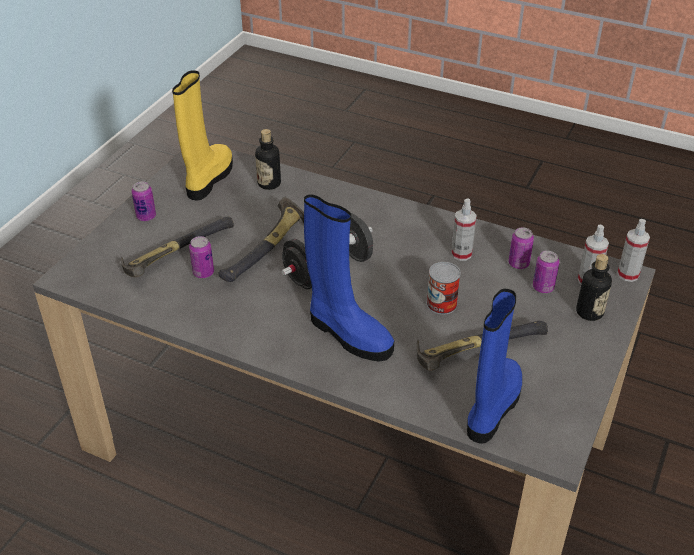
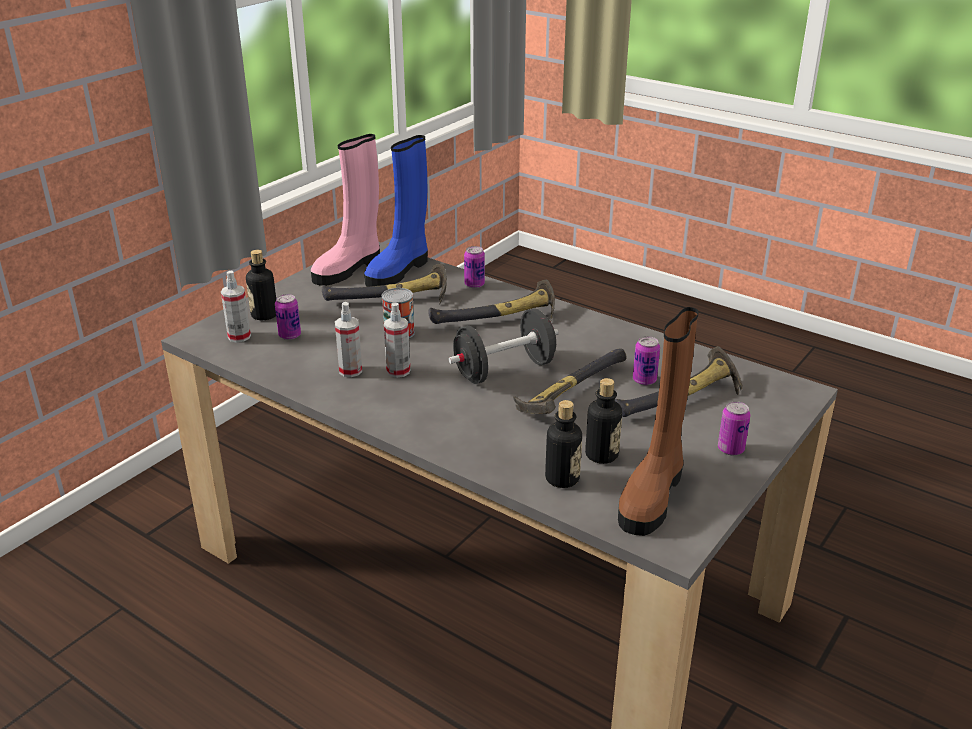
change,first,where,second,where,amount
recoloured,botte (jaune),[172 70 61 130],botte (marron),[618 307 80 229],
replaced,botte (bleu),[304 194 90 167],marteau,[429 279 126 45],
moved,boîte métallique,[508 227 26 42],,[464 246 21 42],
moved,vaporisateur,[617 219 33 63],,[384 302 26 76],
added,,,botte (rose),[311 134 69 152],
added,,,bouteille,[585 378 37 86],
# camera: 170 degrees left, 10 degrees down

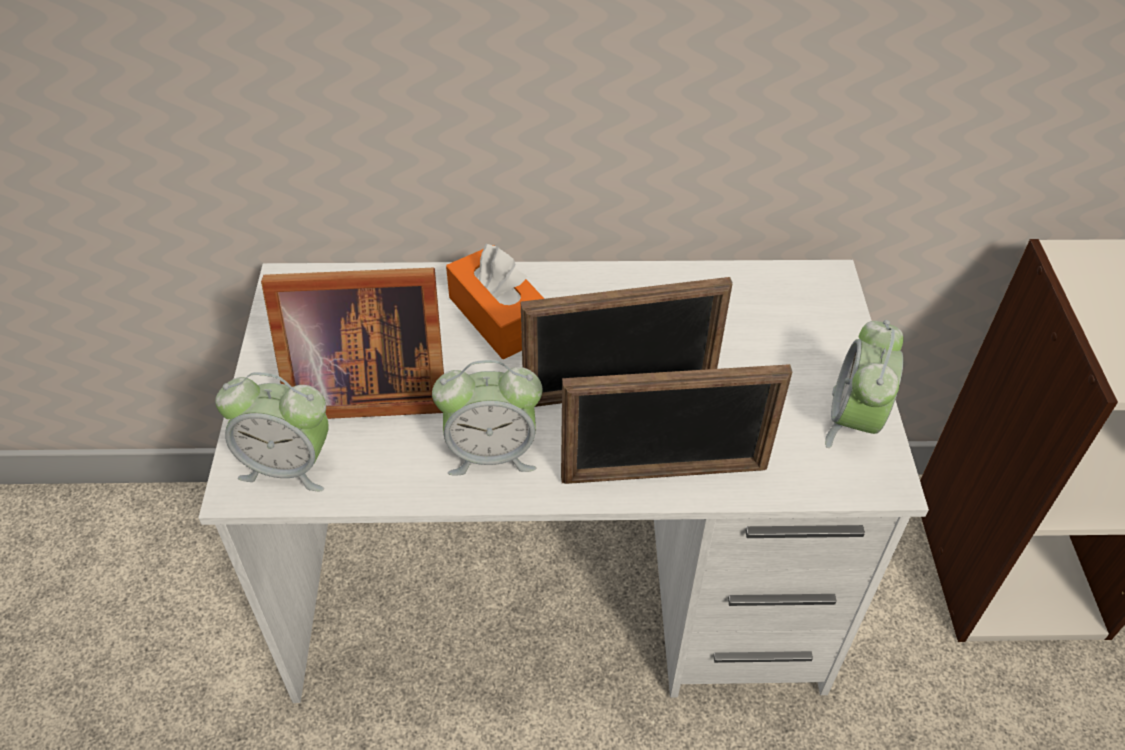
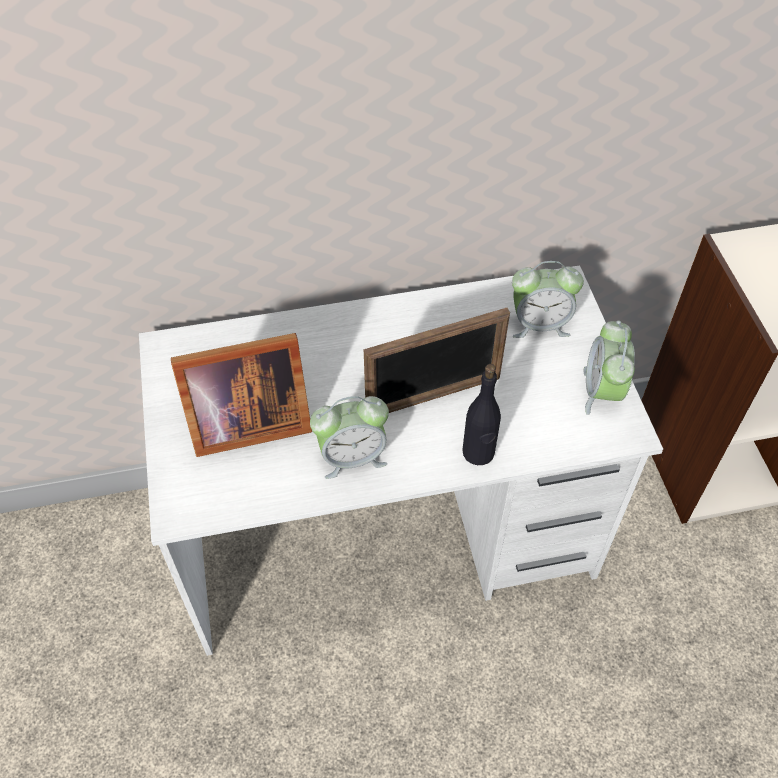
change,first,where,second,where,amount
moved,réveil,[215 372 114 119],,[512 261 72 77],
removed,boîte à mouchoirs (orange),[446 242 98 117],,,
replaced,cadre photo,[561 364 232 120],bouteille (noir),[462 364 39 101],
# camera: 10 degrees left, 5 degrees up

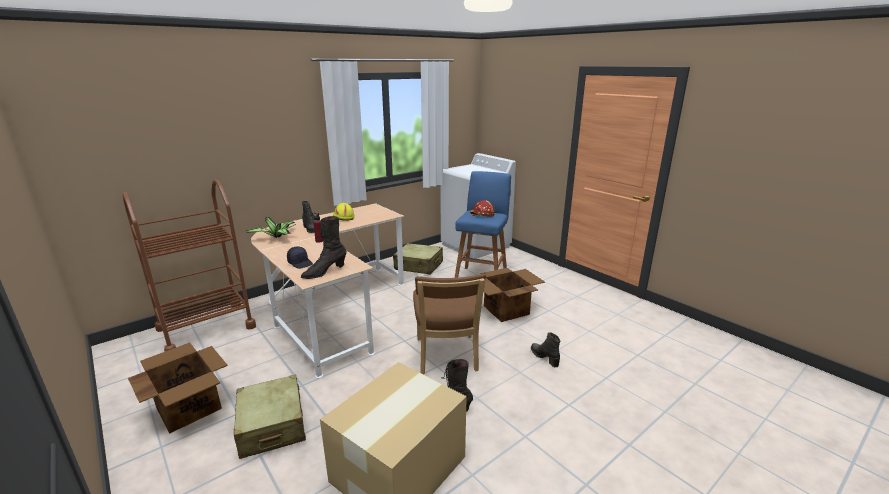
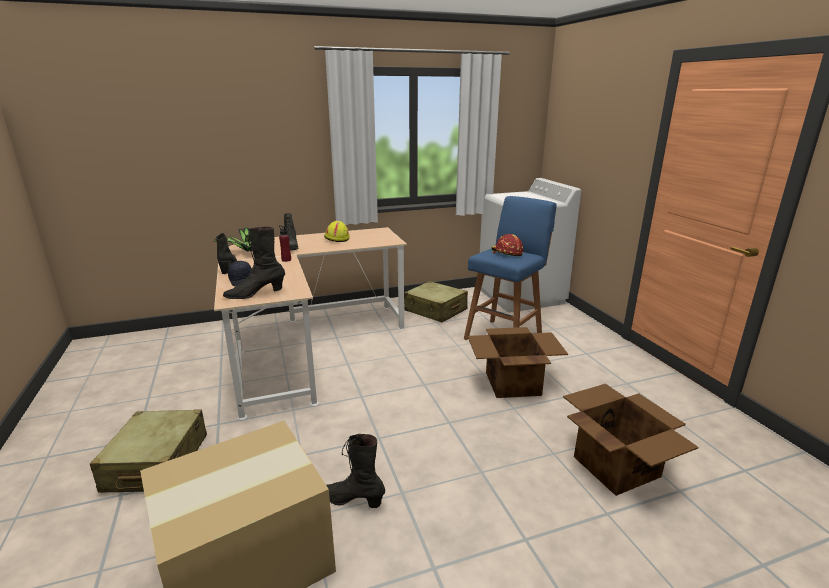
change,first,where,second,where,amount
removed,chariot (marron),[122 180 134 172],,,
moved,carton,[128 343 100 91],,[563 384 136 112],
removed,chaise (marron),[413 274 73 101],,,
moved,botte (noir),[531 332 29 35],,[216 233 21 41],
# camera: 20 degrees right, 0 degrees up

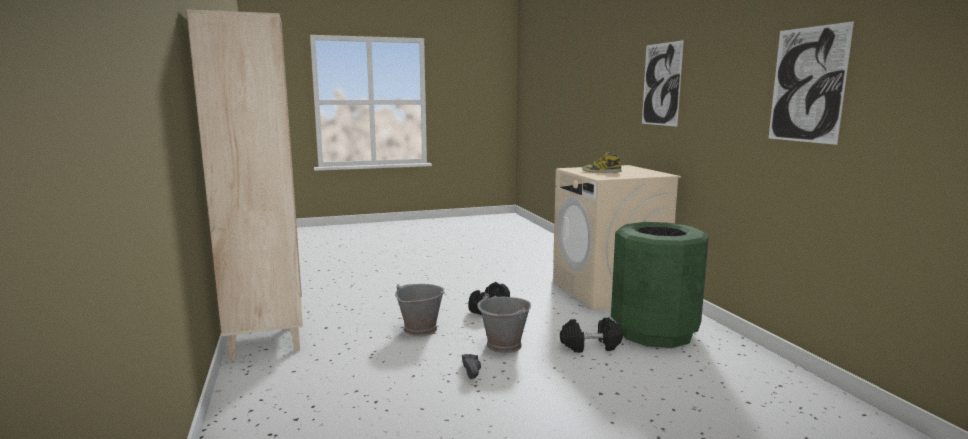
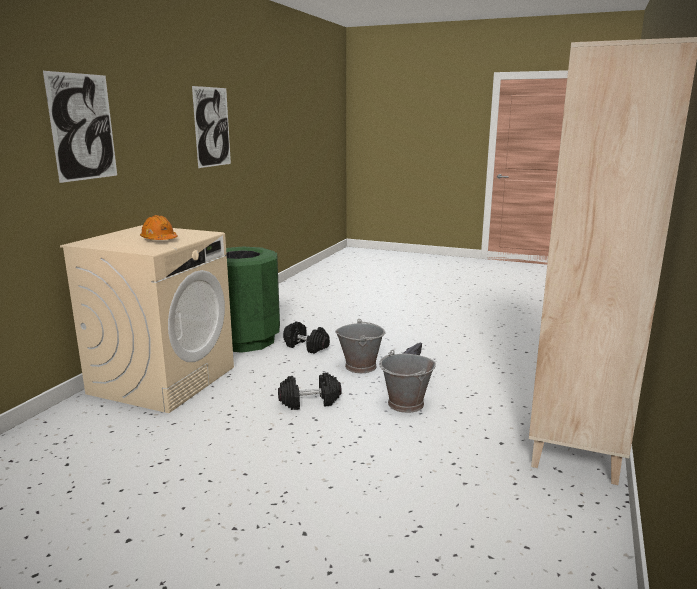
change,first,where,second,where,amount
replaced,botte,[582 152 39 21],casque de chantier (orange),[140 215 38 25],
# camera: 140 degrees left, 5 degrees up

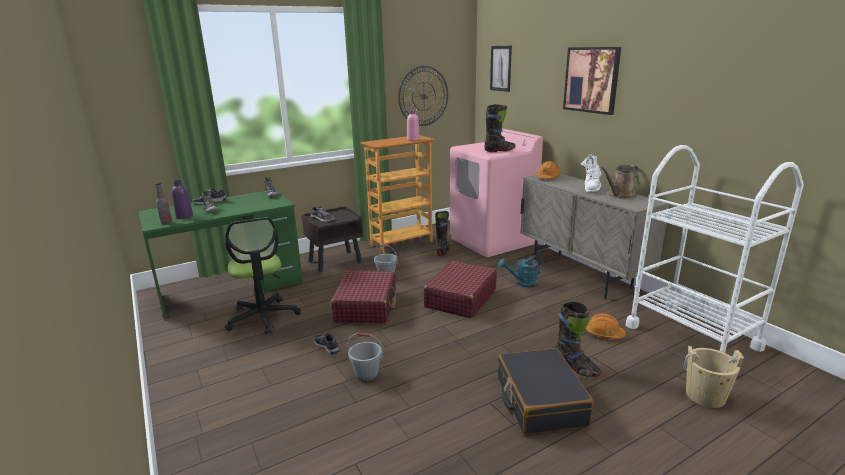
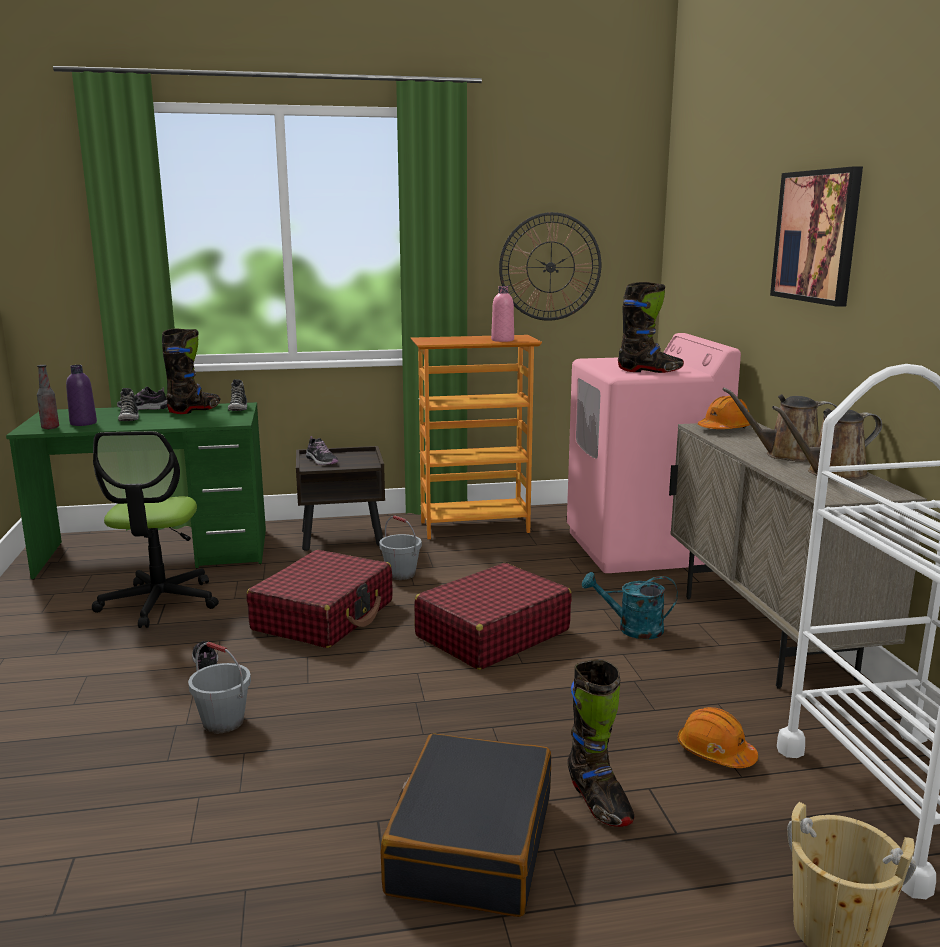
change,first,where,second,where,amount
moved,botte (noir),[435 211 15 45],,[162 328 58 86],
removed,tableau,[490 46 22 46],,,
replaced,botte (blanc),[581 154 20 39],arrosoir (marron),[722 388 115 74],
# camera: 20 degrees right, 5 degrees down

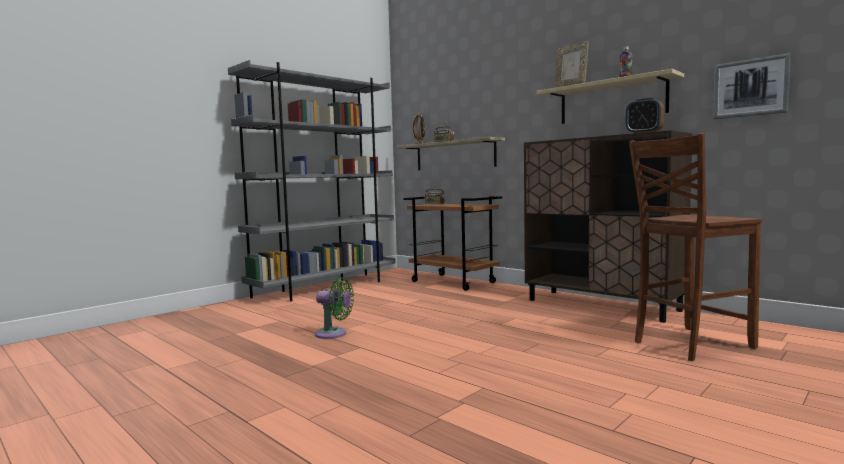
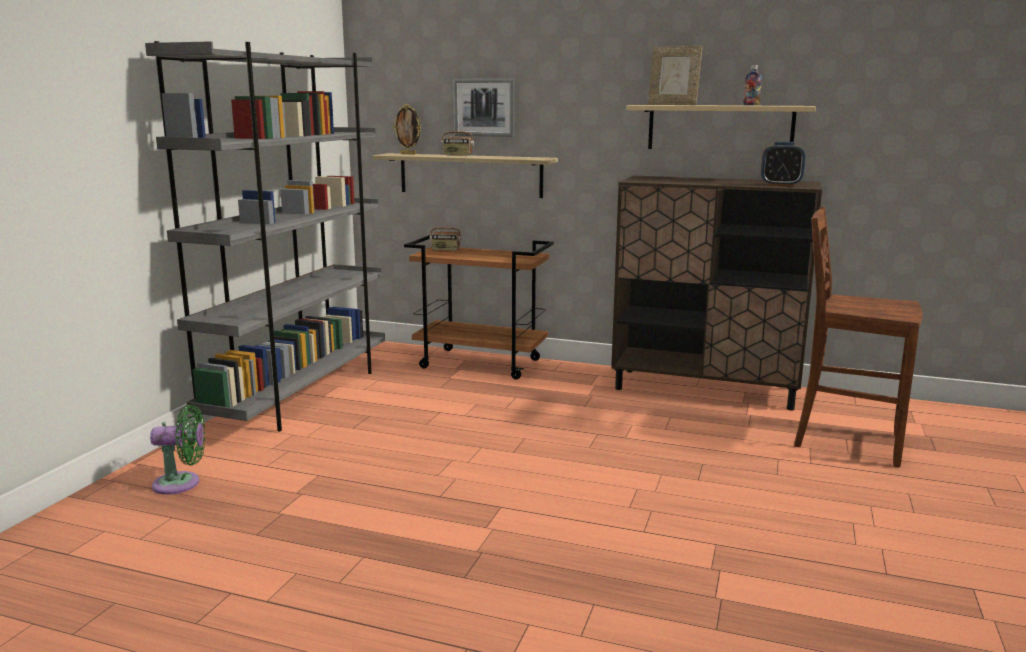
change,first,where,second,where,amount
moved,ventilateur (vert),[315 277 39 62],,[150 405 55 90],
turned,chaise (marron),[629 133 133 228],,[794 207 129 260],75 degrees clockwise
moved,tableau,[713 53 78 66],,[453 79 62 58],
# camera: 25 degrees left, 10 degrees up

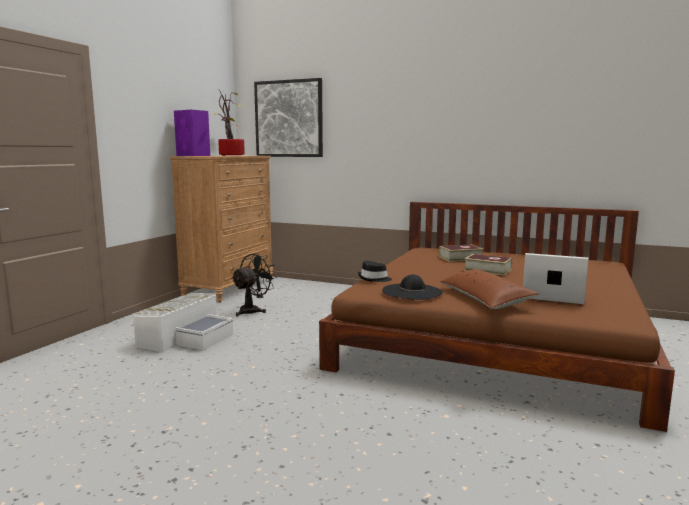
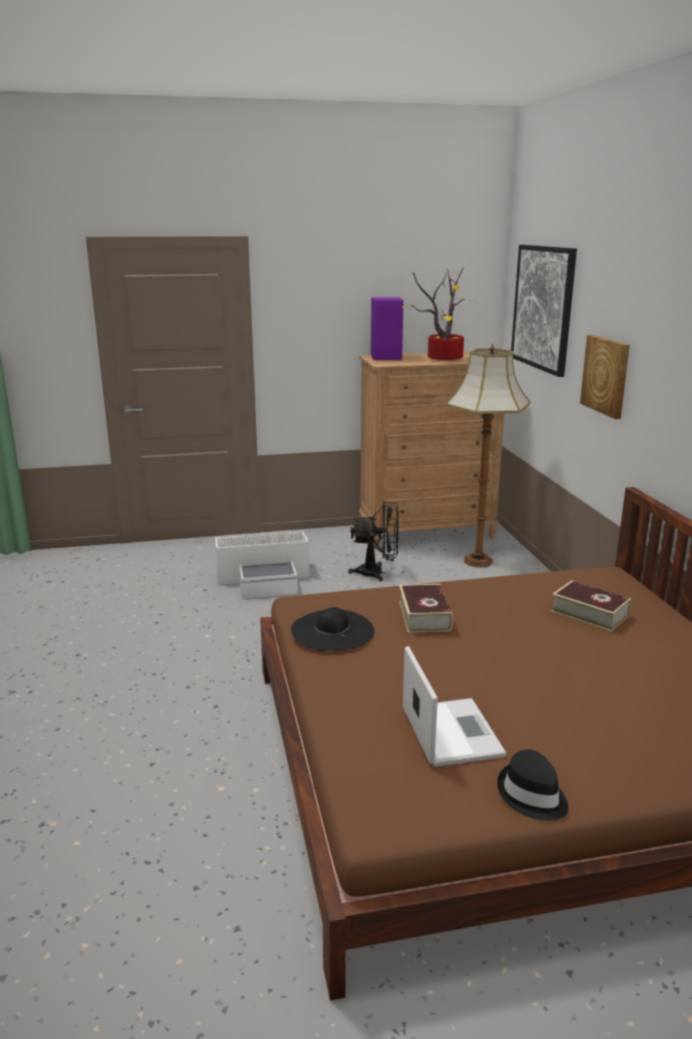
change,first,where,second,where,amount
moved,chapeau (noir),[358 261 34 21],,[497 749 71 72],
removed,coussin (marron),[440 269 99 40],,,
moved,livre,[464 254 48 22],,[399 584 54 49],
added,,,lampadaire,[446 344 84 223],
added,,,tableau,[580 335 50 84],
# camera: 55 degrees right, 10 degrees up

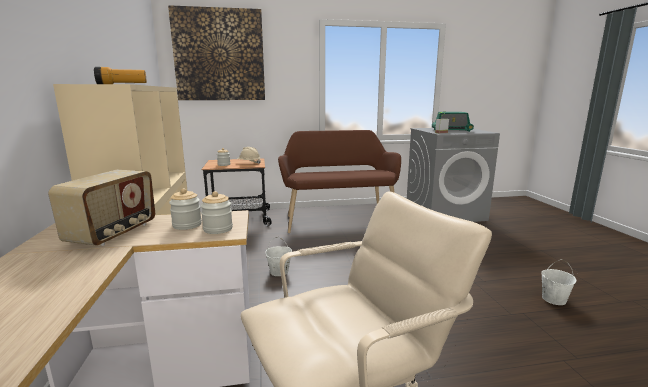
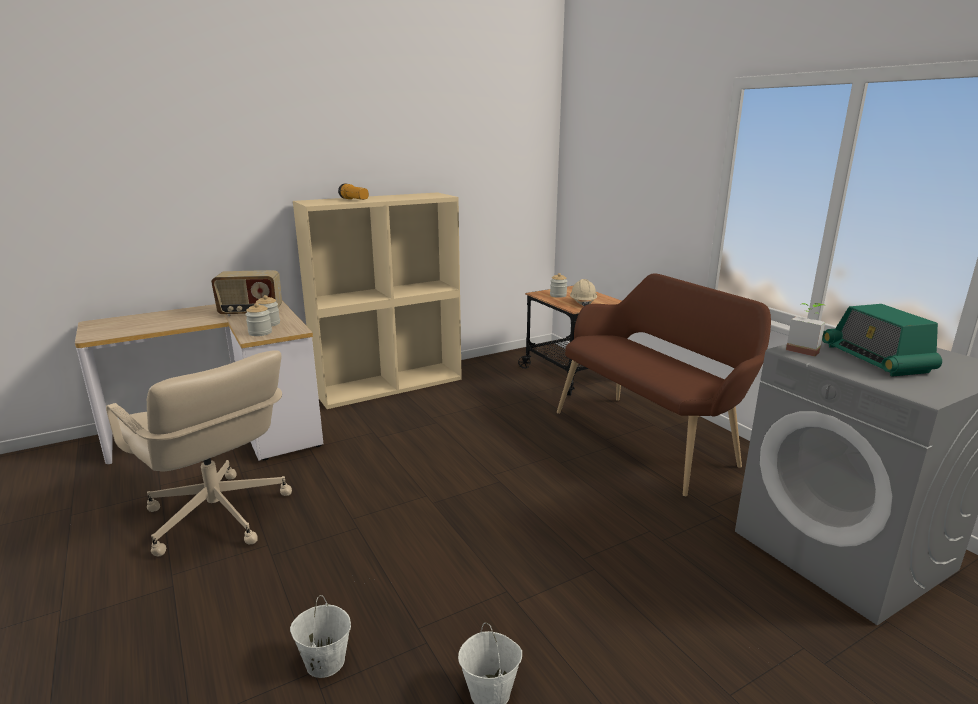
change,first,where,second,where,amount
removed,tableau,[168 5 97 95],,,
moved,seau (blanc),[265 237 27 39],,[290 595 61 83],
# camera: 70 degrees right, 5 degrees up

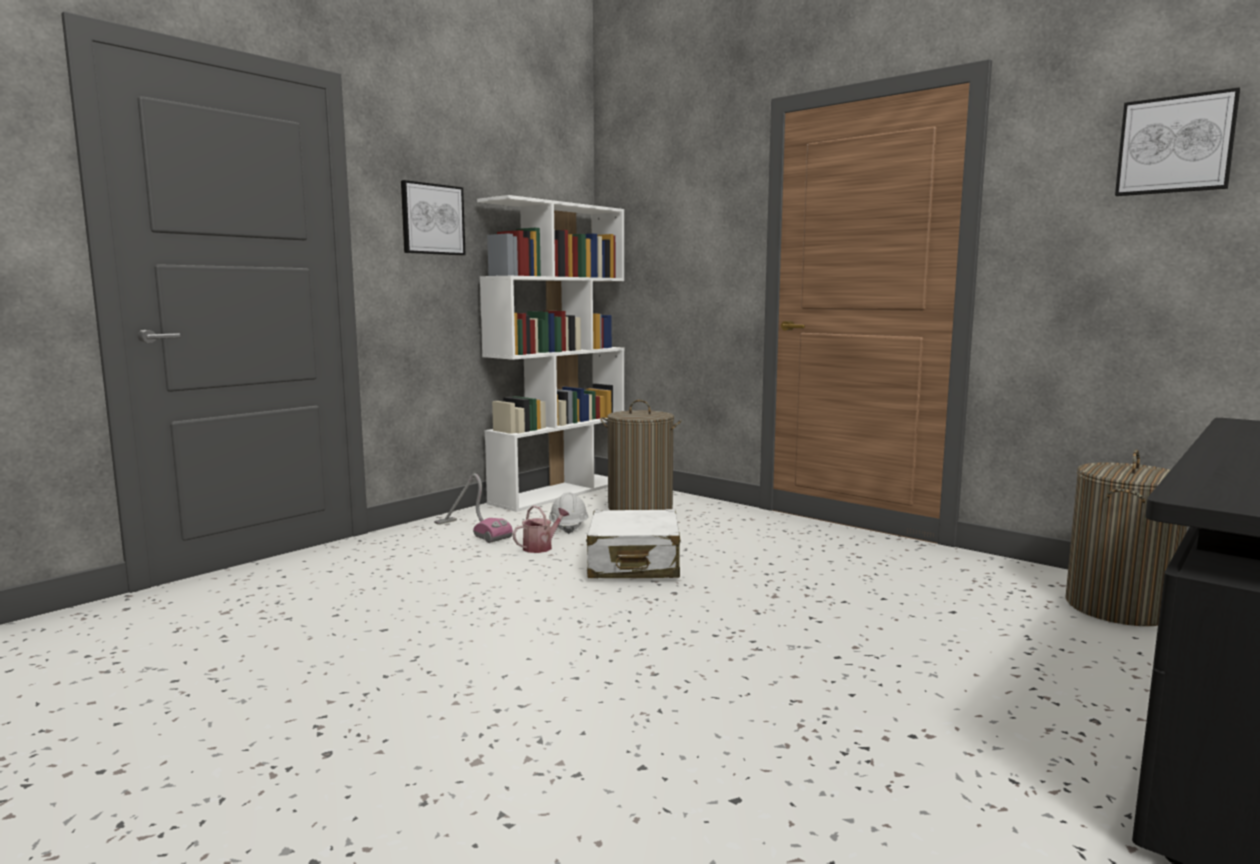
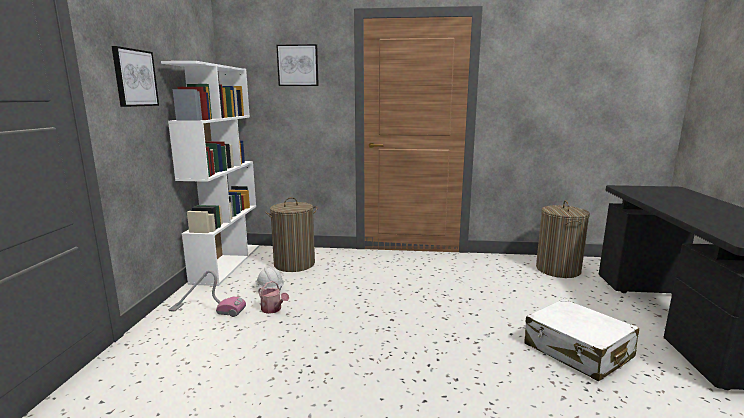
change,first,where,second,where,amount
turned,arrosoir,[513 505 56 48],,[258 281 31 33],120 degrees clockwise
moved,valise (blanc),[586 509 95 69],,[525 299 114 82],
moved,tableau,[1115 87 125 109],,[276 44 43 42],
# camera: 35 degrees left, 5 degrees up

